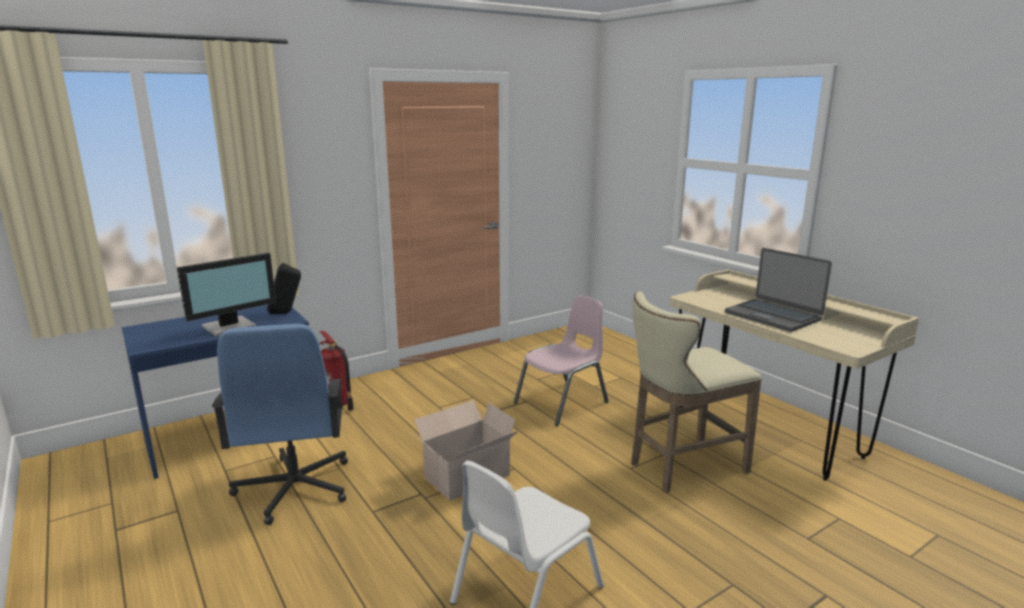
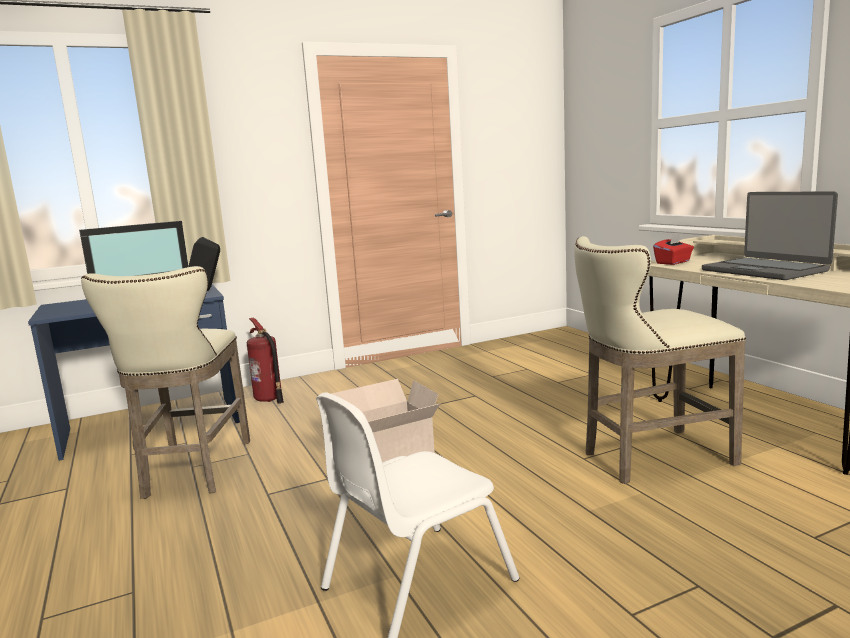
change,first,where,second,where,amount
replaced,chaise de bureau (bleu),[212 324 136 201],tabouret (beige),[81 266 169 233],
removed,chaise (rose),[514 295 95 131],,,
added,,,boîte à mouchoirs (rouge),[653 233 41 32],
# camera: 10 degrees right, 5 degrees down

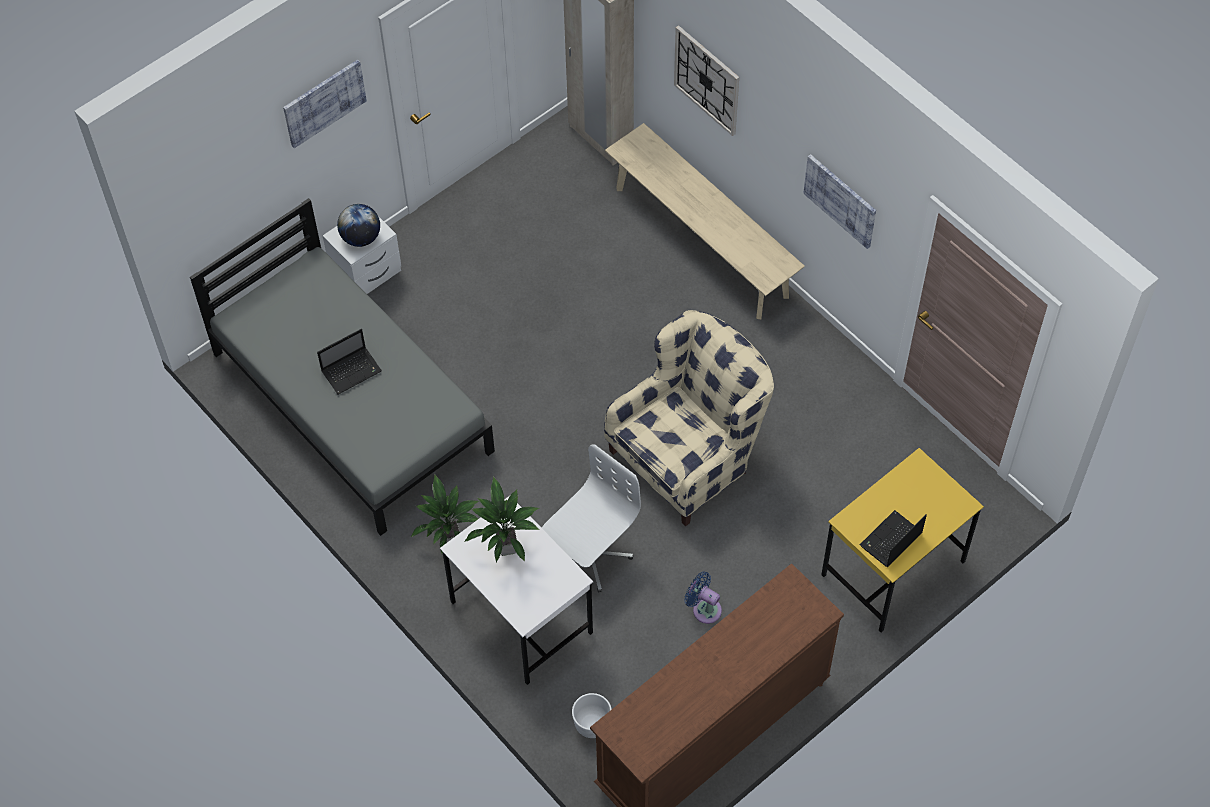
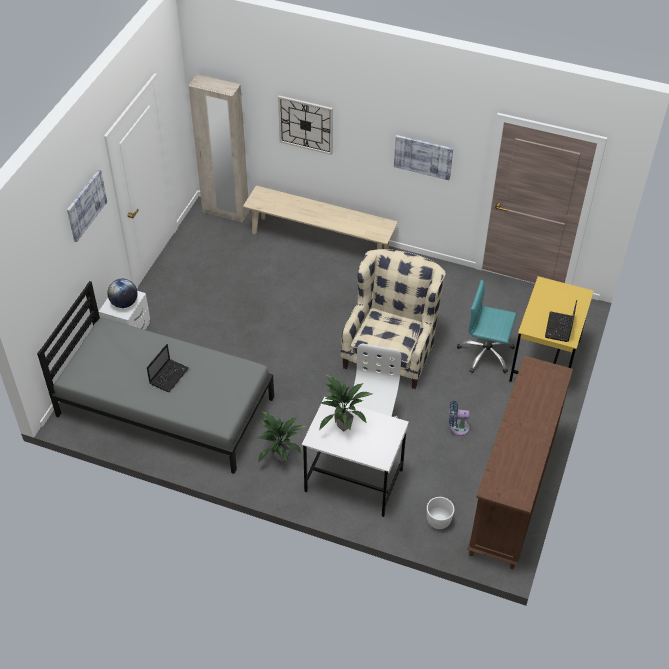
change,first,where,second,where,amount
added,,,chaise de bureau (turquoise),[457 280 60 93],
# camera: 30 degrees left, 10 degrees down

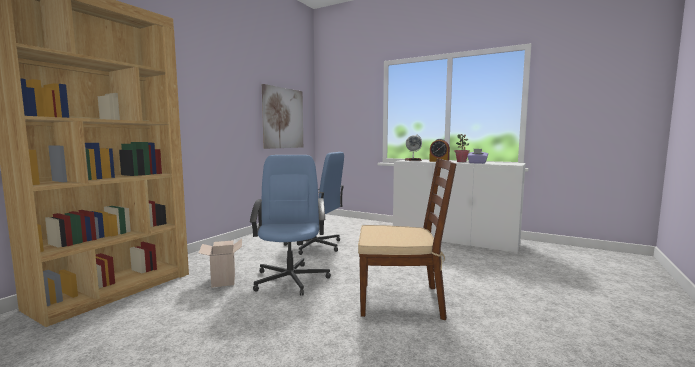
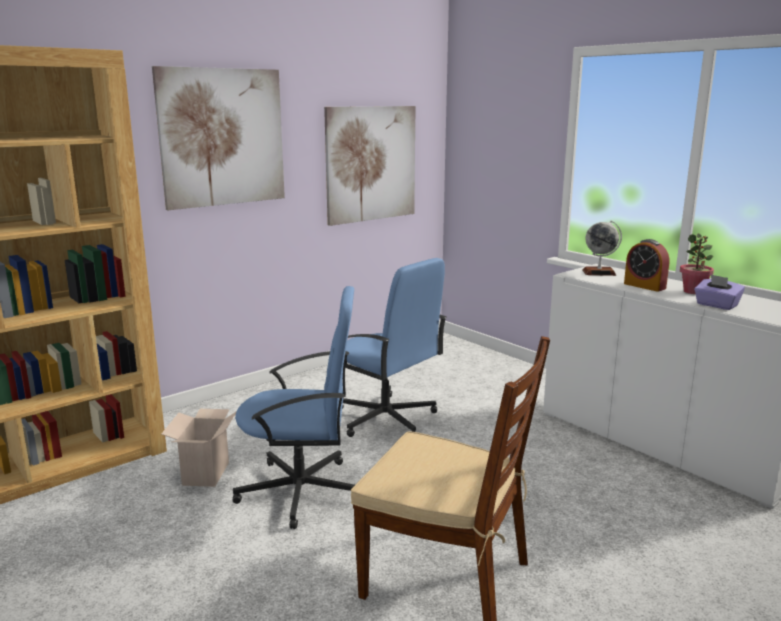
change,first,where,second,where,amount
turned,chaise de bureau (bleu),[250 155 81 141],,[232 286 123 243],75 degrees clockwise
added,,,tableau,[152 66 133 144],
# camera: 20 degrees right, 10 degrees up

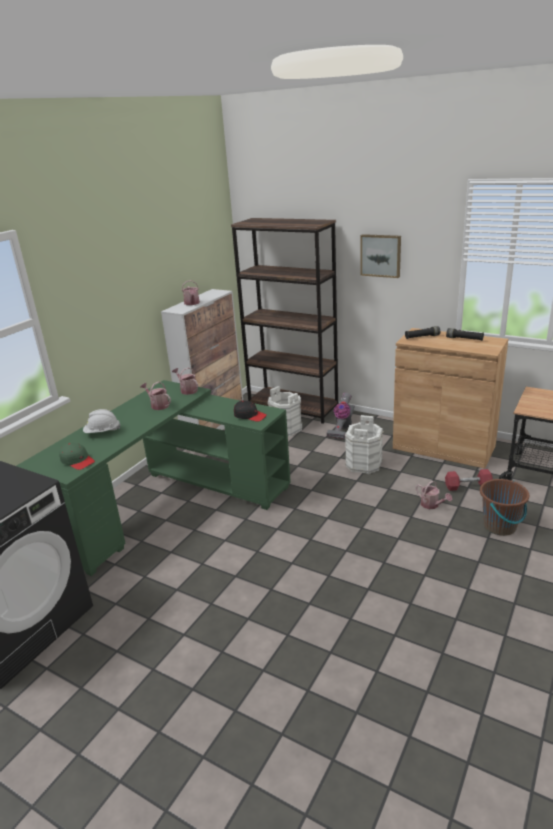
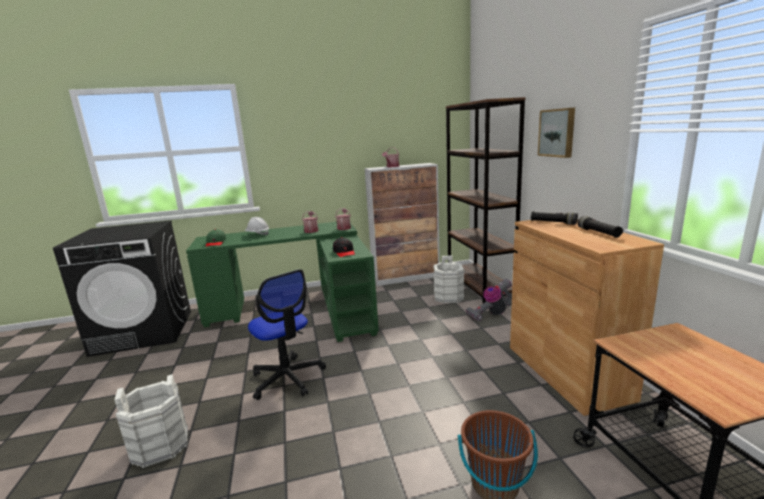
change,first,where,second,where,amount
moved,seau (blanc),[345 415 39 59],,[114 374 74 94],
removed,arrosoir,[416 481 36 28],,,
removed,haltère (rouge),[445 469 48 22],,,
added,,,chaise de bureau,[248 269 78 131],
# camera: 45 degrees right, 10 degrees down

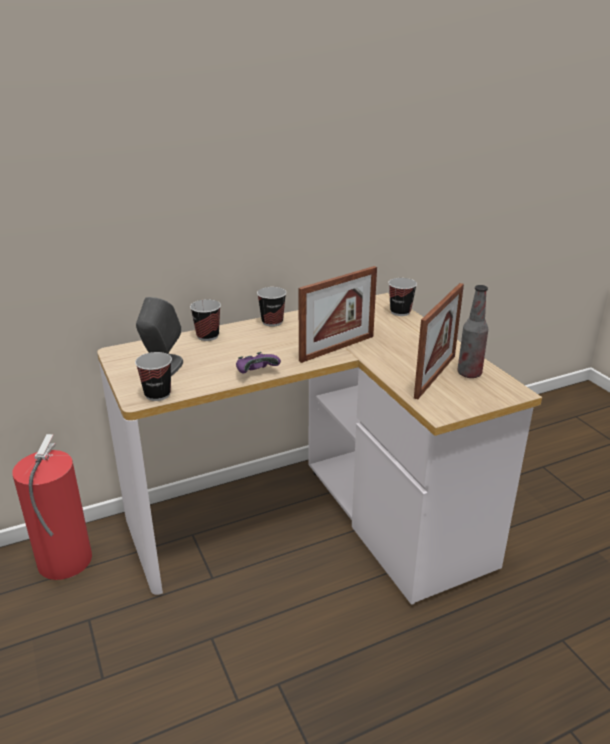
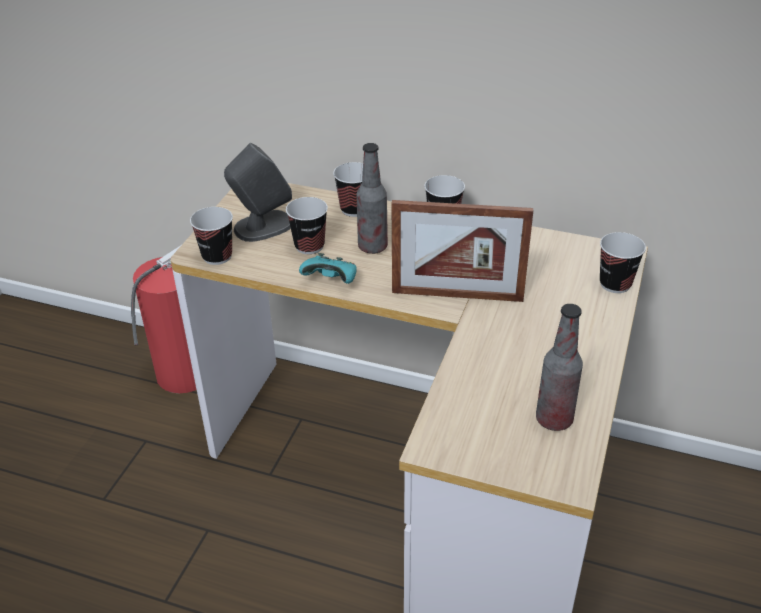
change,first,where,second,where,amount
recoloured,manette (violet),[236 352 45 21],manette (turquoise),[299 253 58 31],
removed,cadre photo,[414 283 50 116],,,
added,,,tasse,[286 197 42 57],
added,,,bouteille,[357 143 31 111],
# camera: 45 degrees right, 10 degrees up

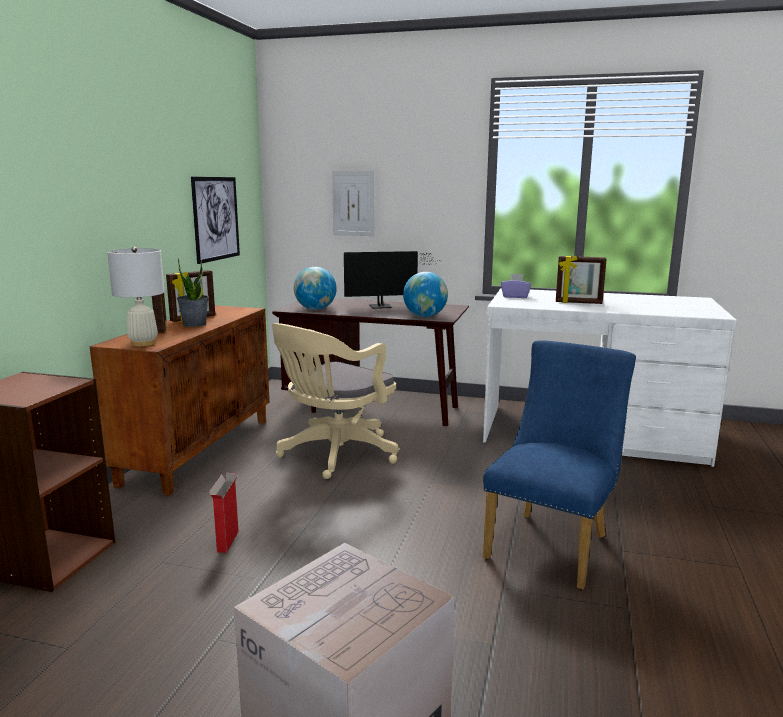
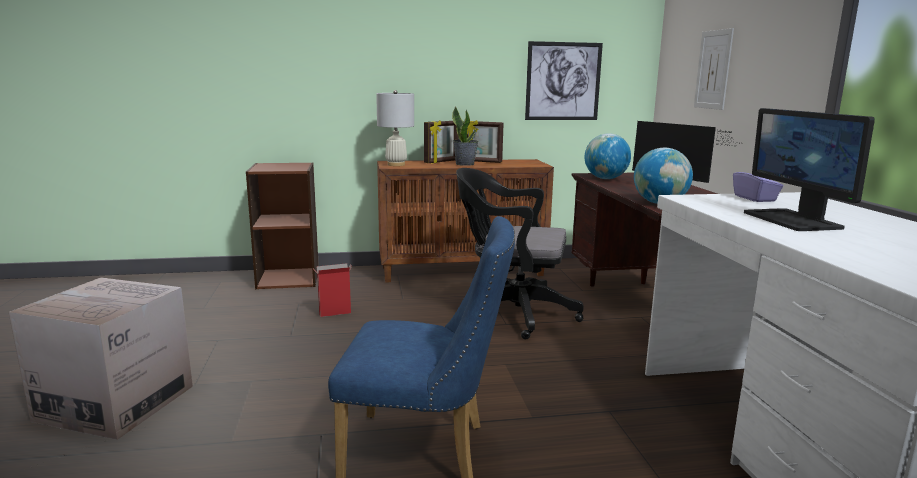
change,first,where,second,where,amount
recoloured,chaise de bureau (beige),[272 323 127 156],chaise de bureau (noir),[456 168 128 171],
replaced,cadre photo,[556 255 51 49],écran d'ordinateur,[744 108 131 123],
# camera: 65 degrees right, 0 degrees up

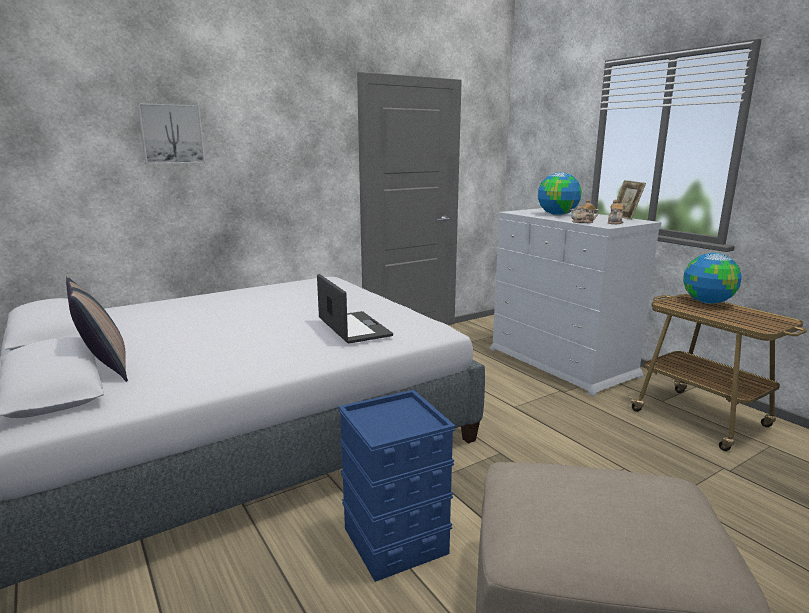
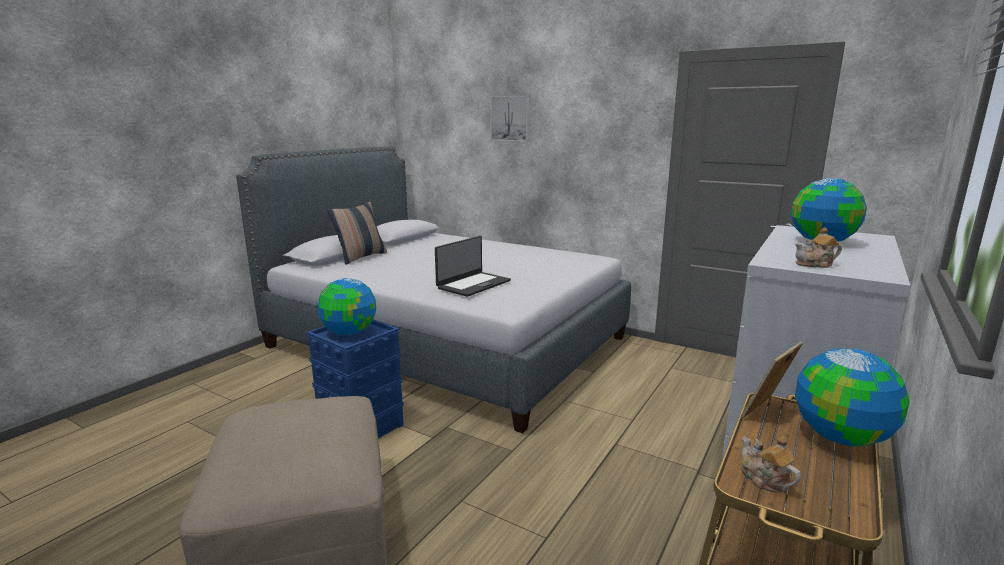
change,first,where,second,where,amount
moved,théière,[570 199 29 24],,[740 437 61 56],
moved,cadre photo,[616 180 30 40],,[741 342 62 76],
added,,,globe,[317 278 59 57],
# camera: 65 degrees right, 0 degrees up

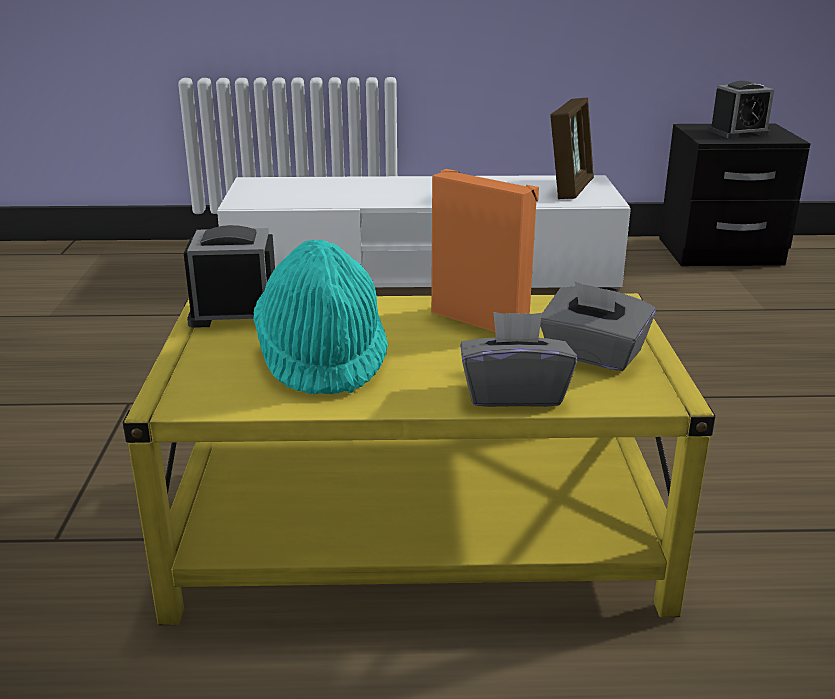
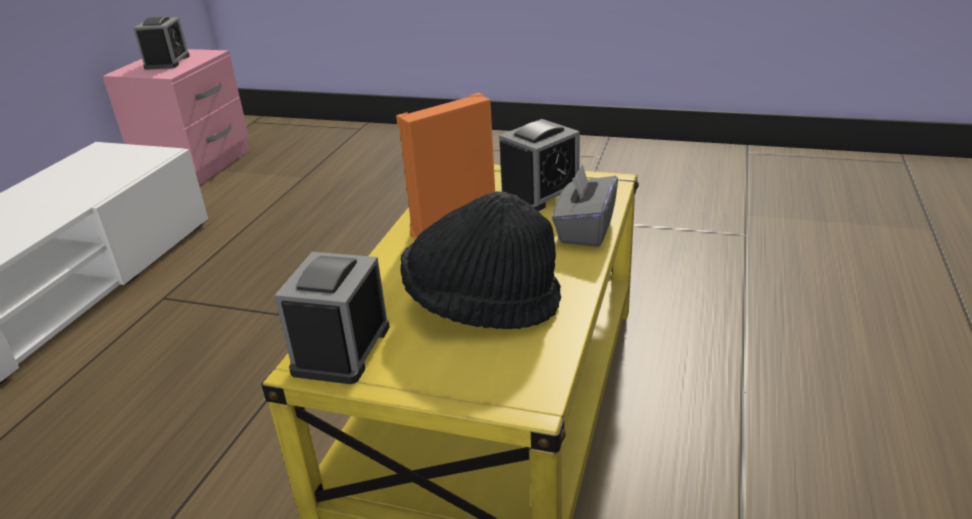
change,first,where,second,where,amount
recoloured,chapeau (turquoise),[253 240 135 154],chapeau (noir),[401 191 160 138],
replaced,boîte à mouchoirs (gris),[540 281 116 90],réveil,[499 119 81 92],
removed,cadre photo,[550 97 44 102],,,
recoloured,table de chevet (noir),[659 123 152 143],table de chevet (rose),[102 49 147 137],
# camera: 70 degrees left, 5 degrees up

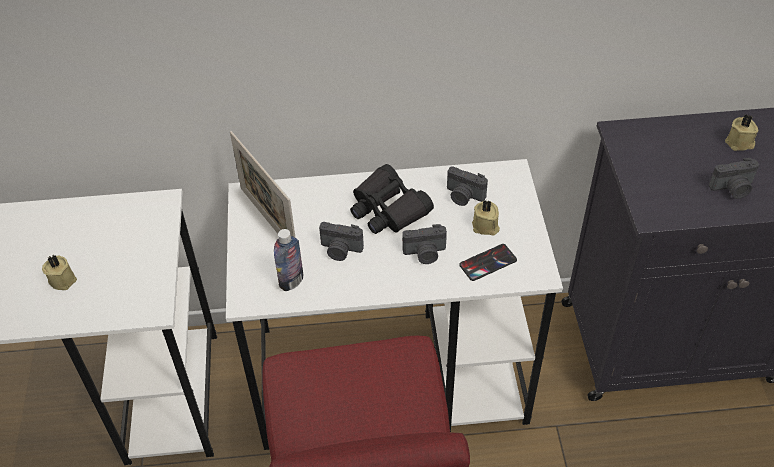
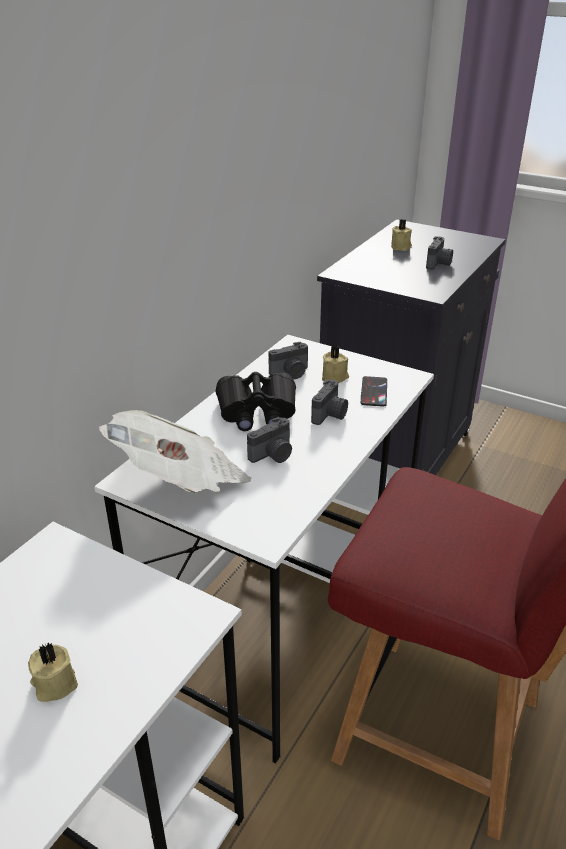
change,first,where,second,where,amount
replaced,cadre photo,[230 131 66 107],journal,[99 410 152 83],
removed,bouteille,[274 229 29 62],,,
# camera: 55 degrees left, 15 degrees down

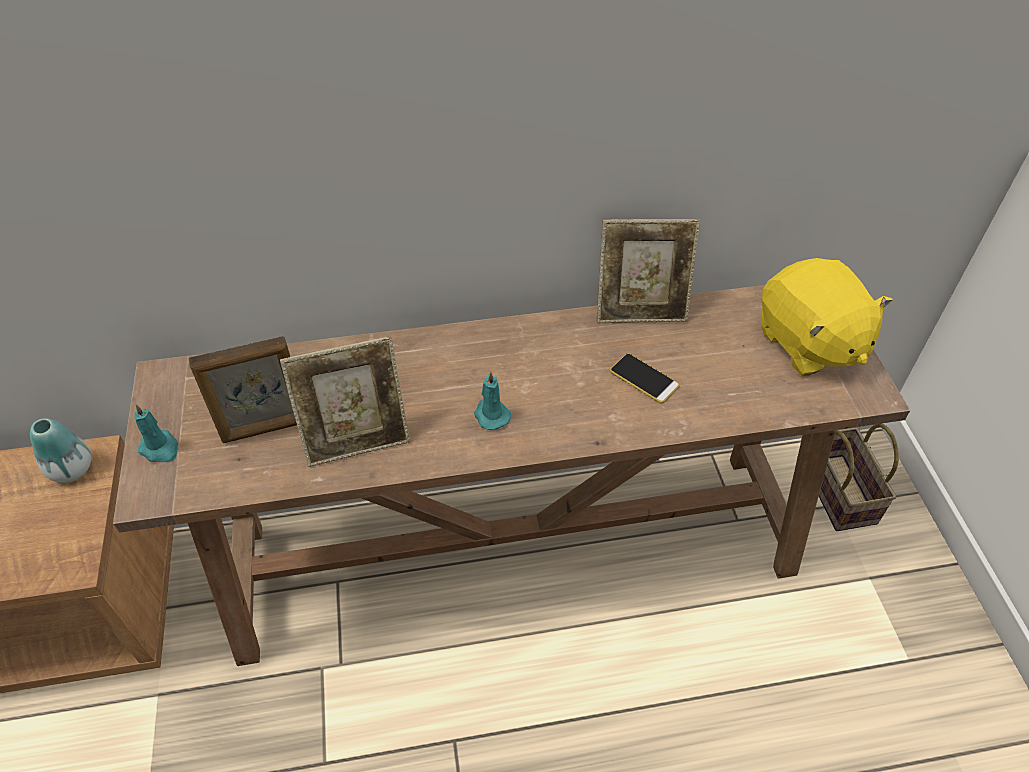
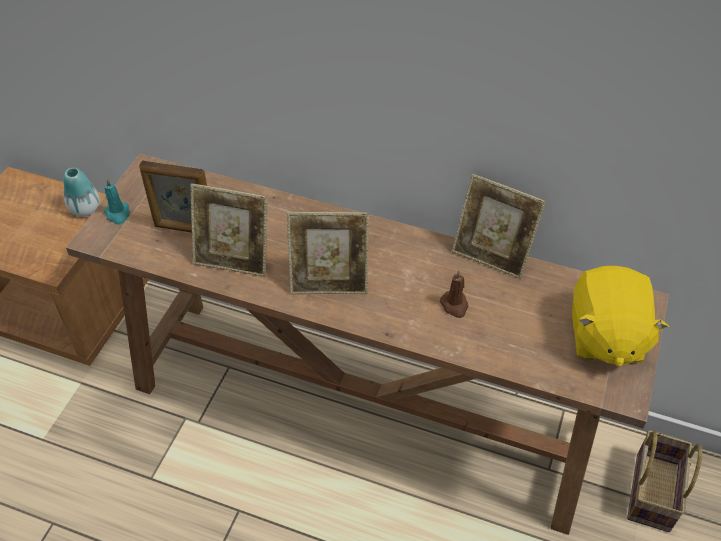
change,first,where,second,where,amount
replaced,bougie (turquoise),[474 371 37 59],cadre photo,[287 212 82 82],
replaced,téléphone,[610 353 70 50],bougie (marron),[440 271 28 47],
# camera: 30 degrees right, 0 degrees up

